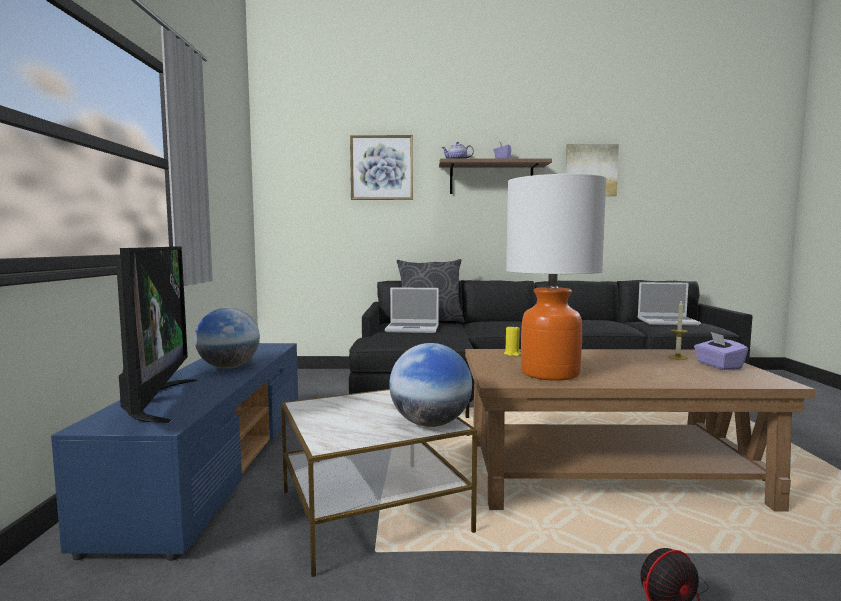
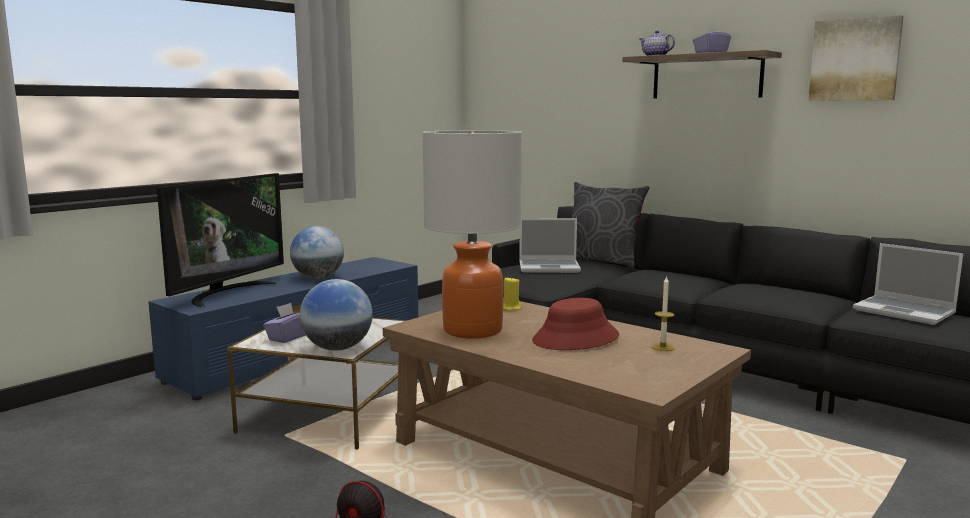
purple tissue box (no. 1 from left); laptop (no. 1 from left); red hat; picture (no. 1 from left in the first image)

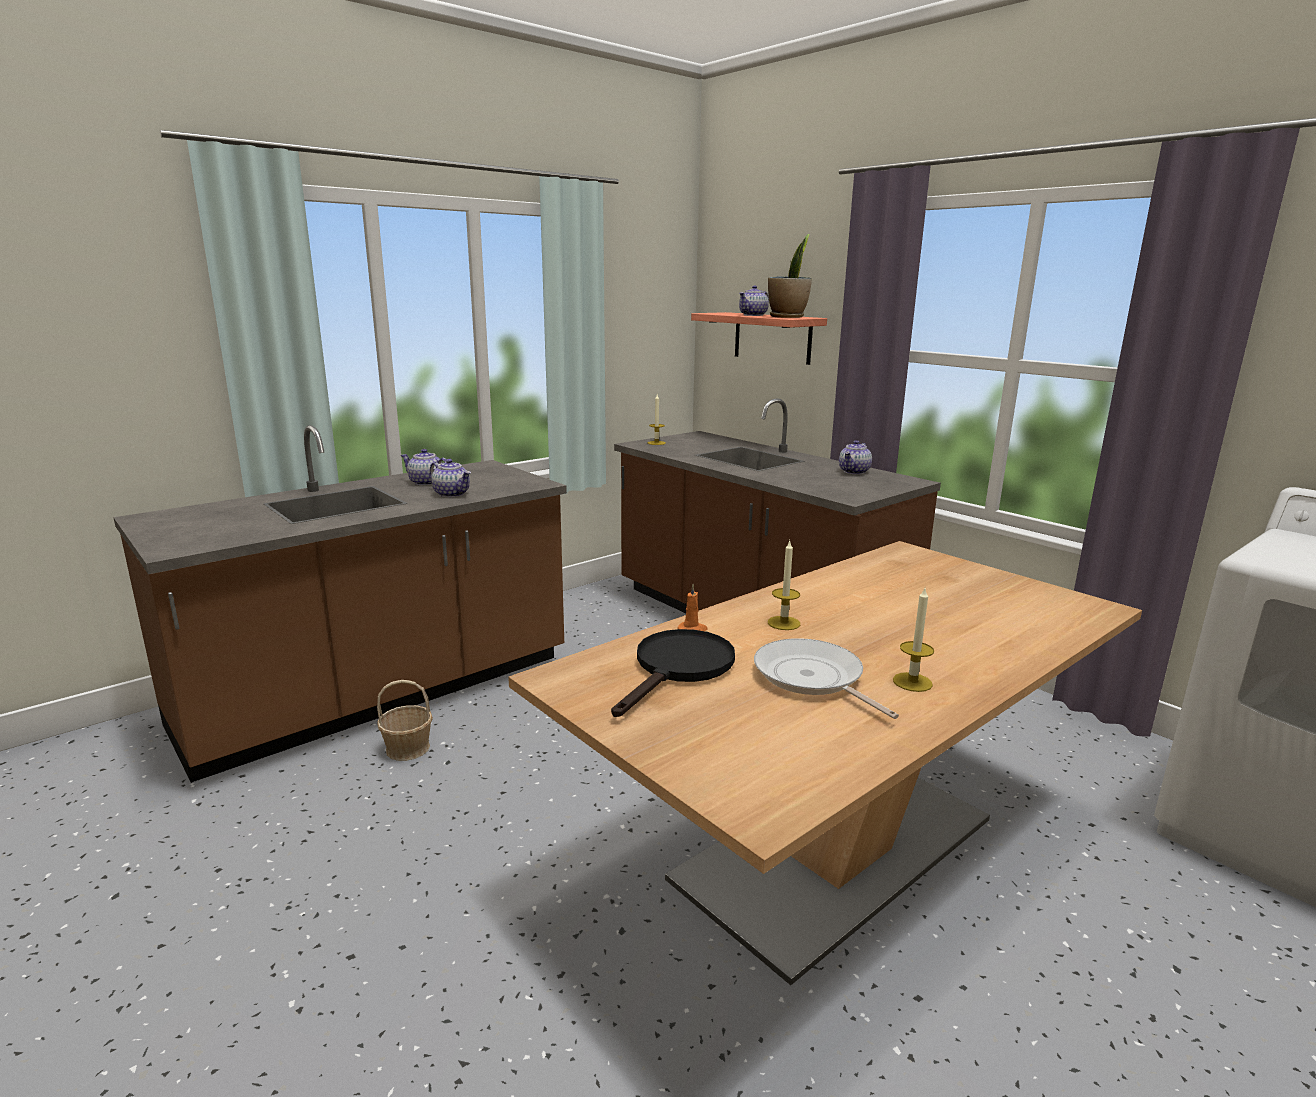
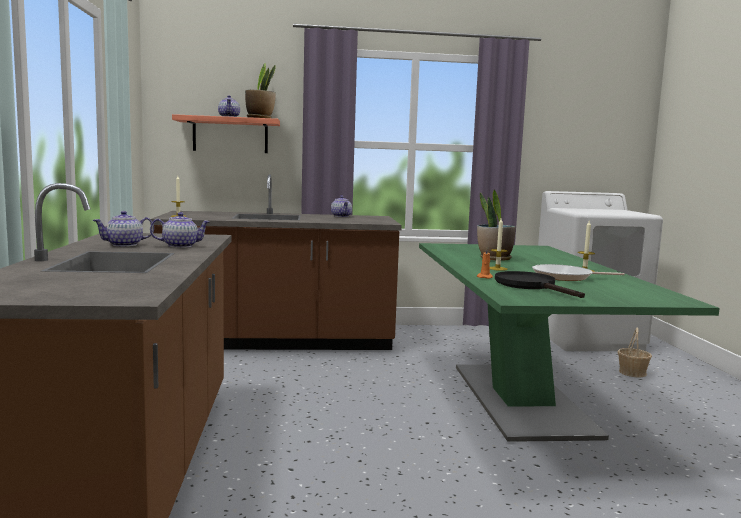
green dining table; potted plant (no. 2 from left); basket

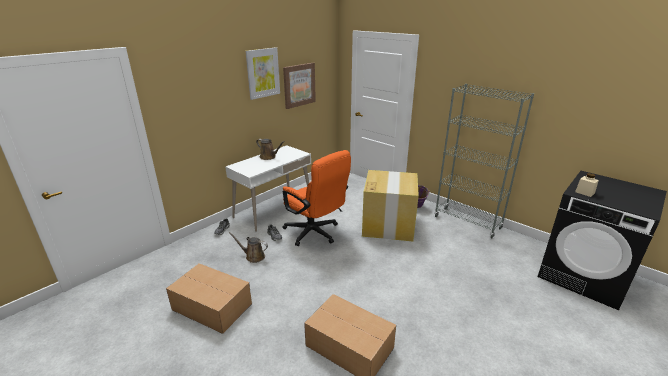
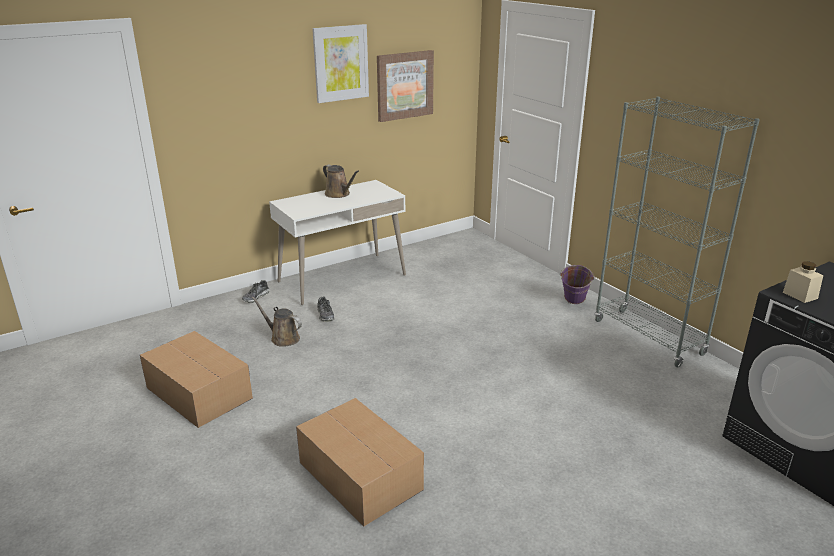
orange office chair; cardboard box (no. 3 from left in the first image)

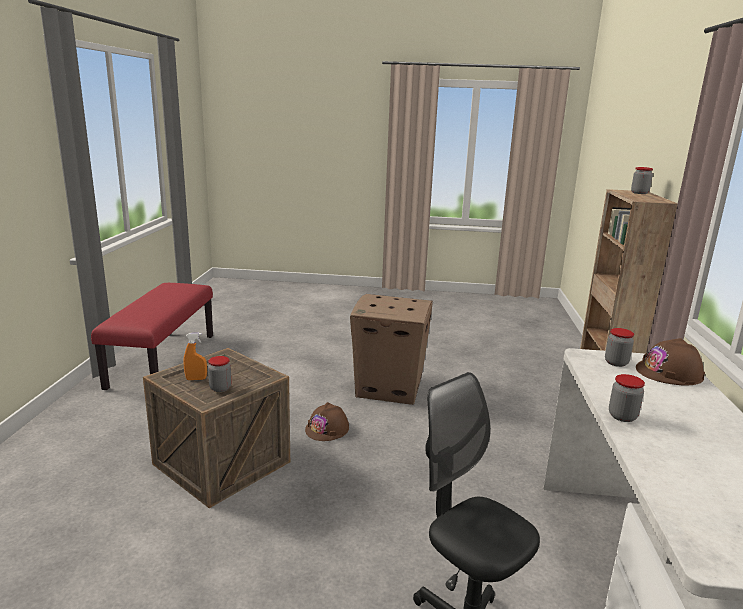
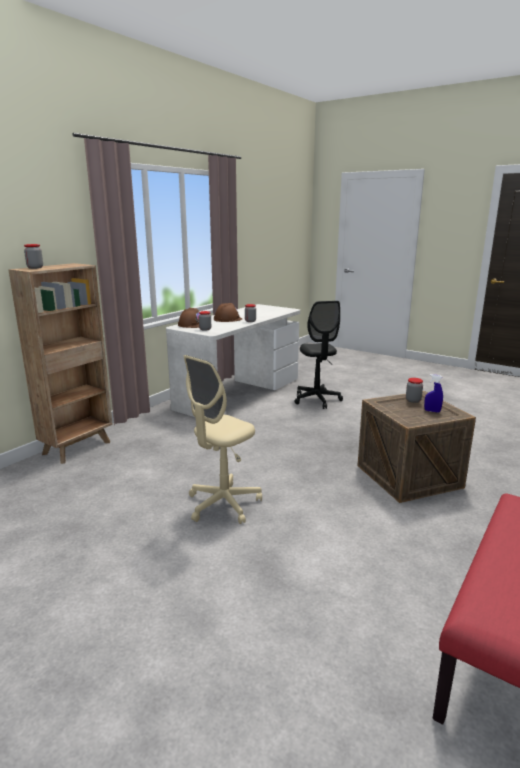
beige office chair; brown hard hat (no. 2 from left); blue spray bottle

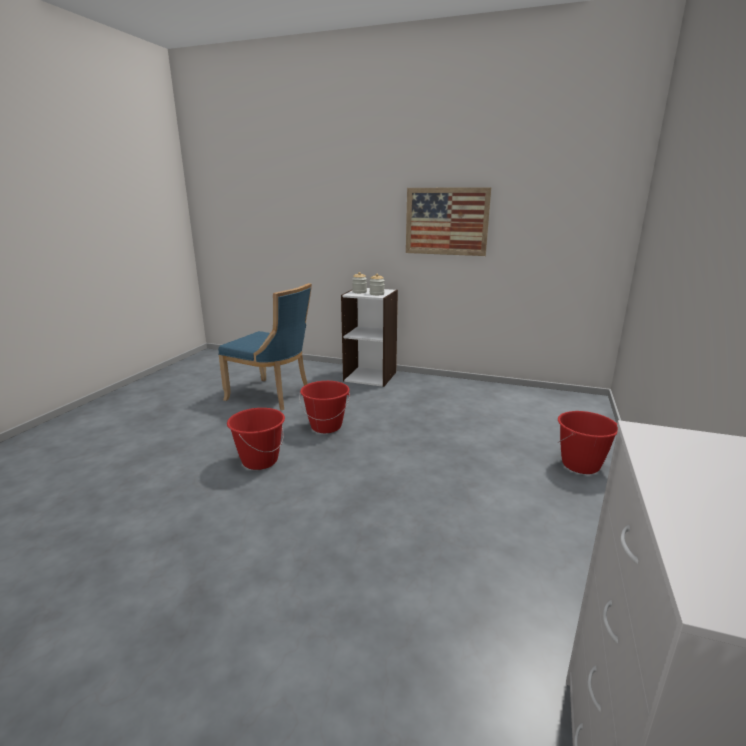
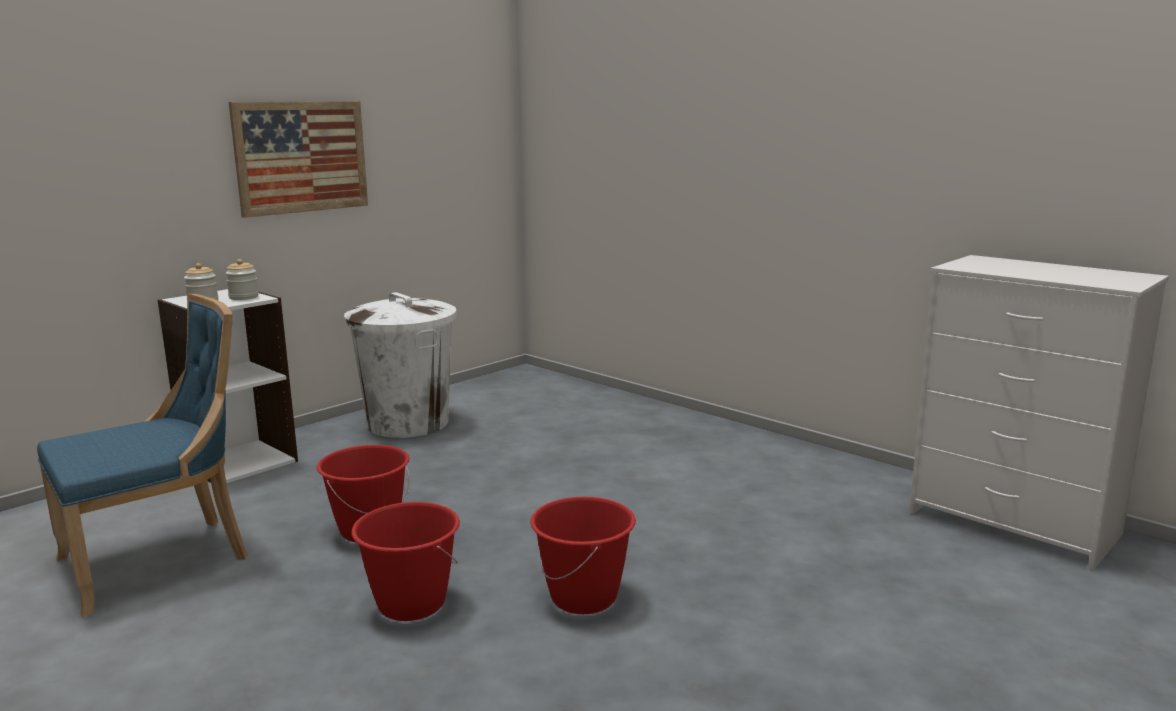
white trash can; red bucket (no. 3 from left)

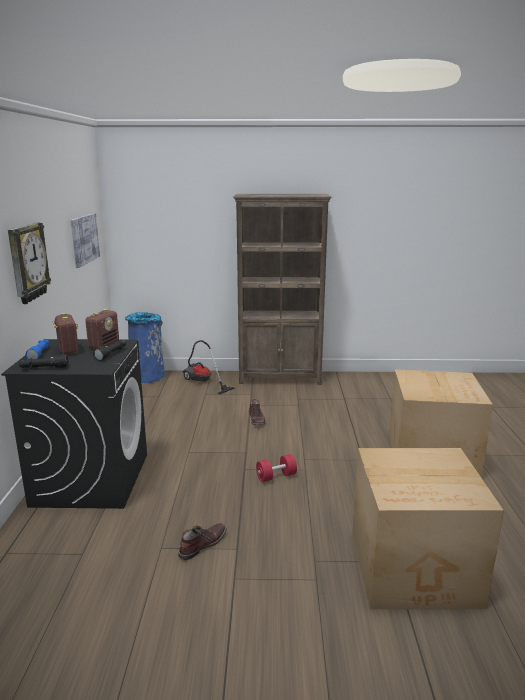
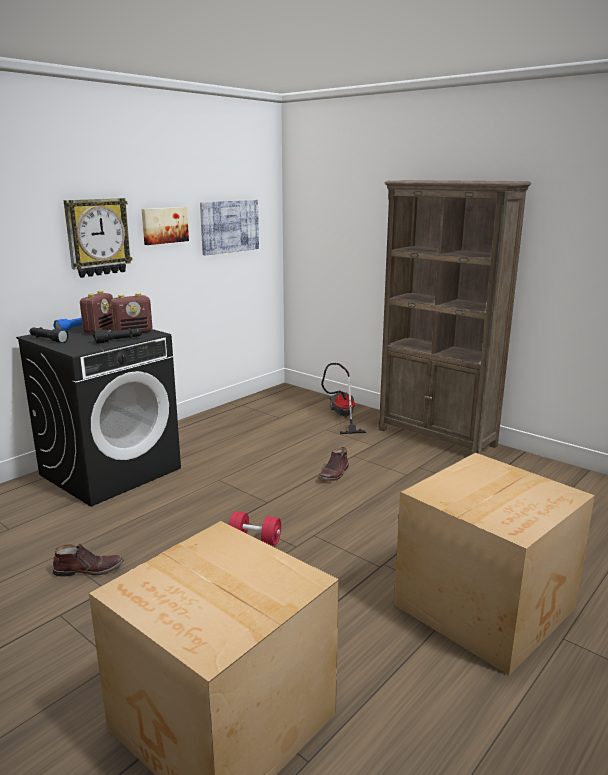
picture (no. 1 from left); blue trash can

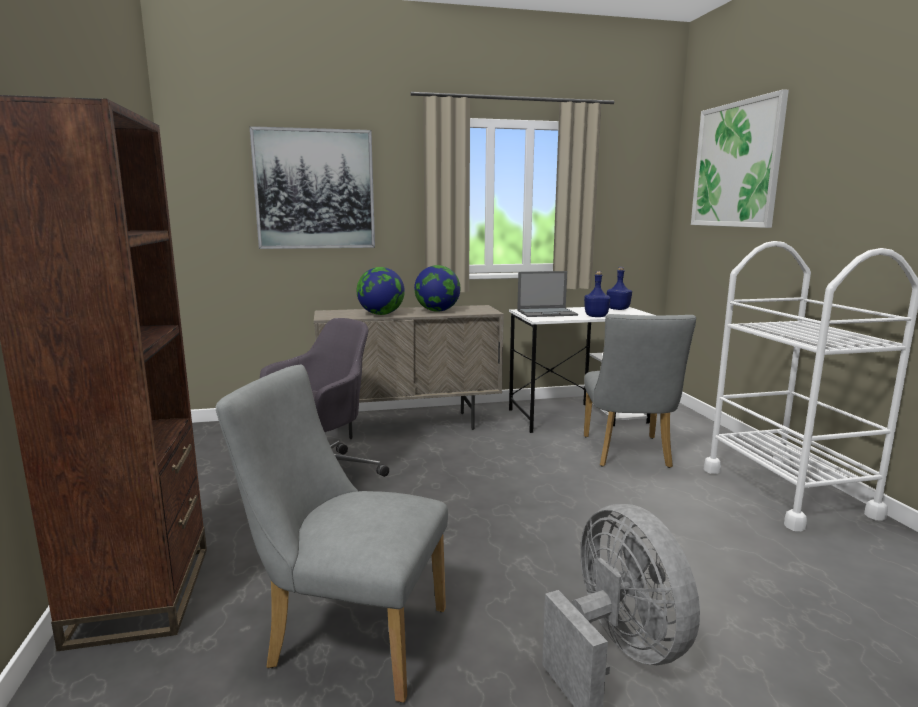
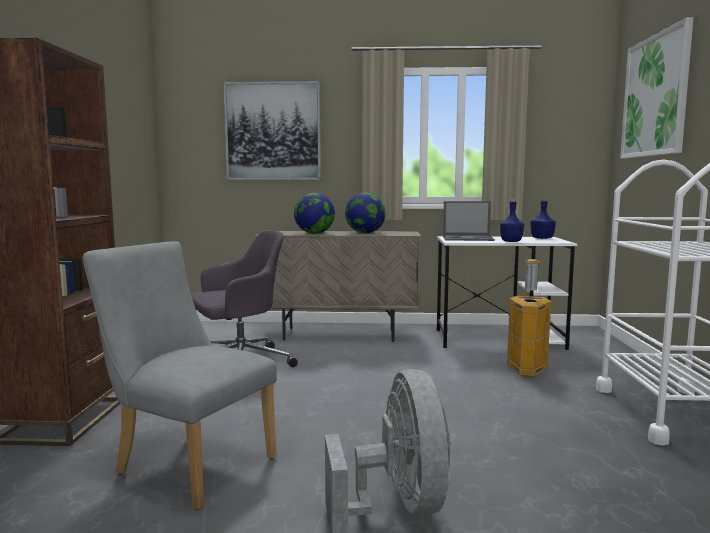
trash can

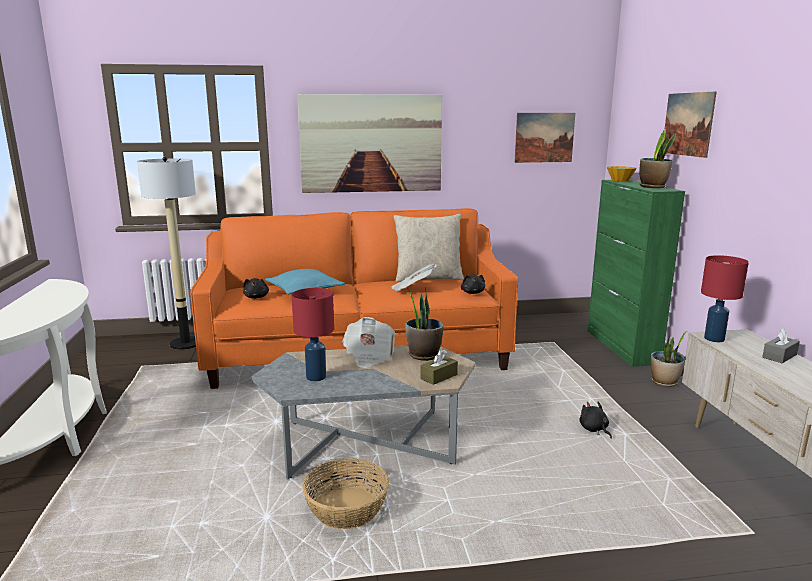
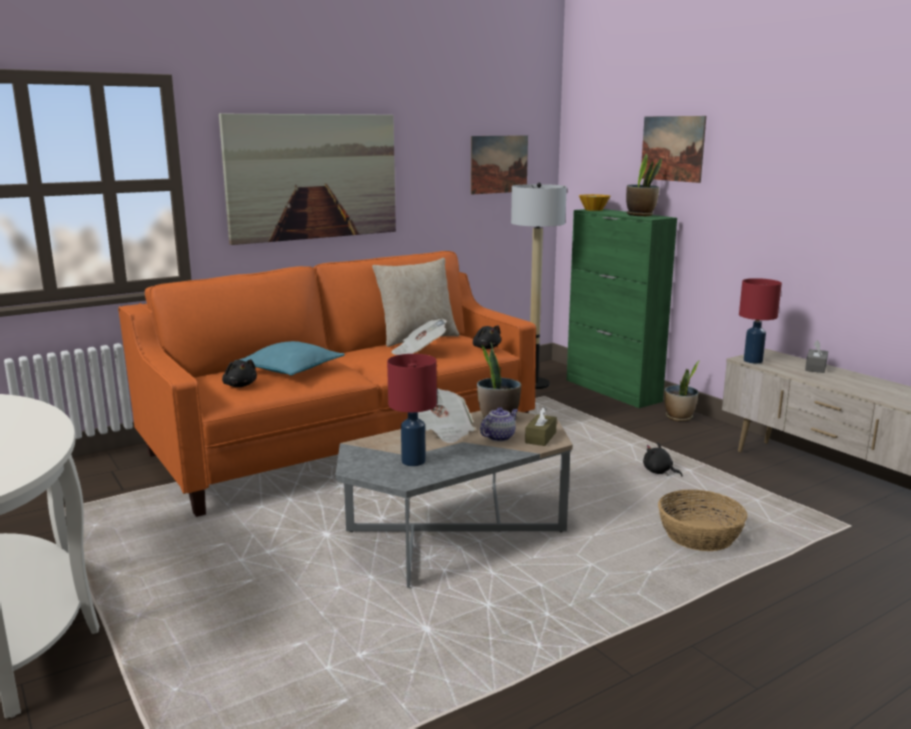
teapot; floor lamp; basket

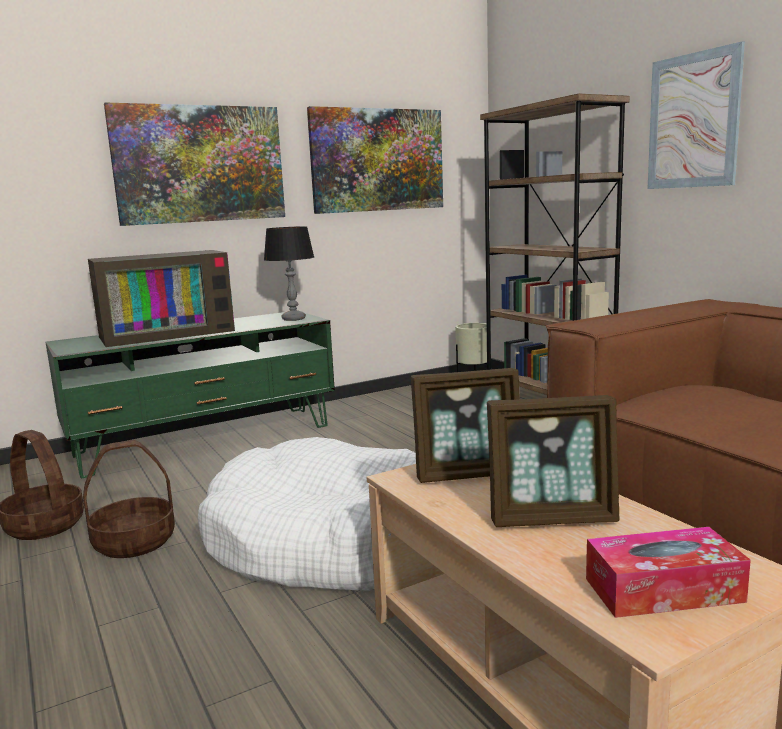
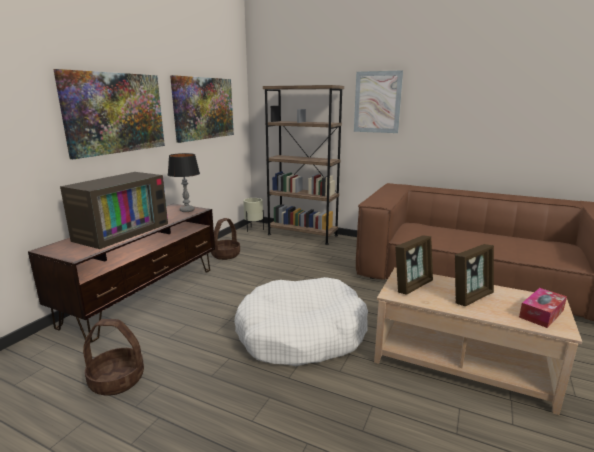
brown tv stand; basket (no. 2 from left)

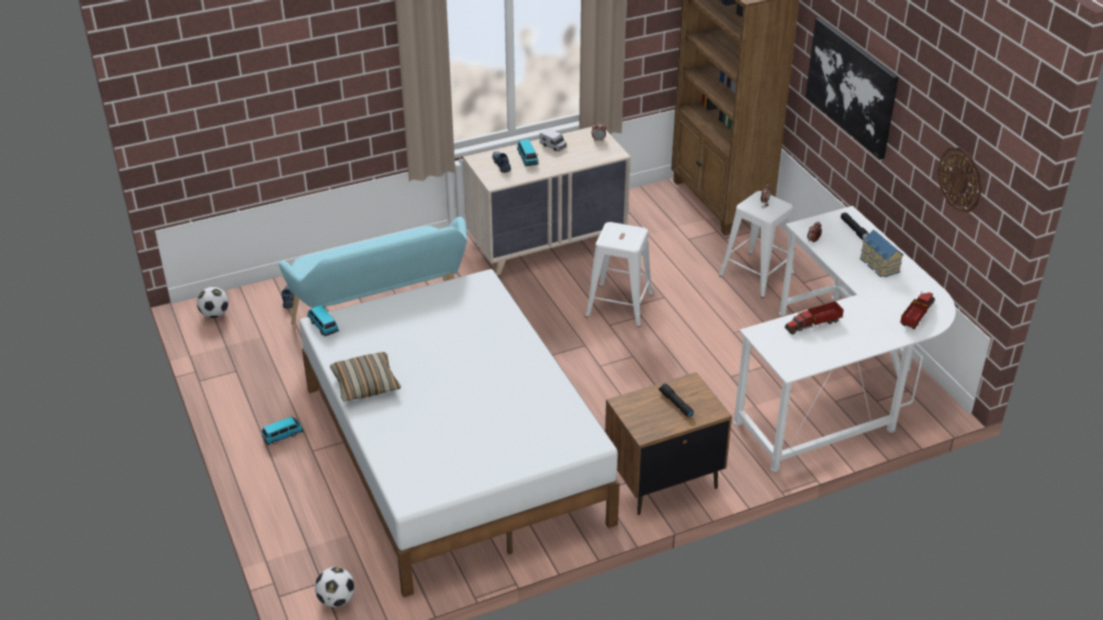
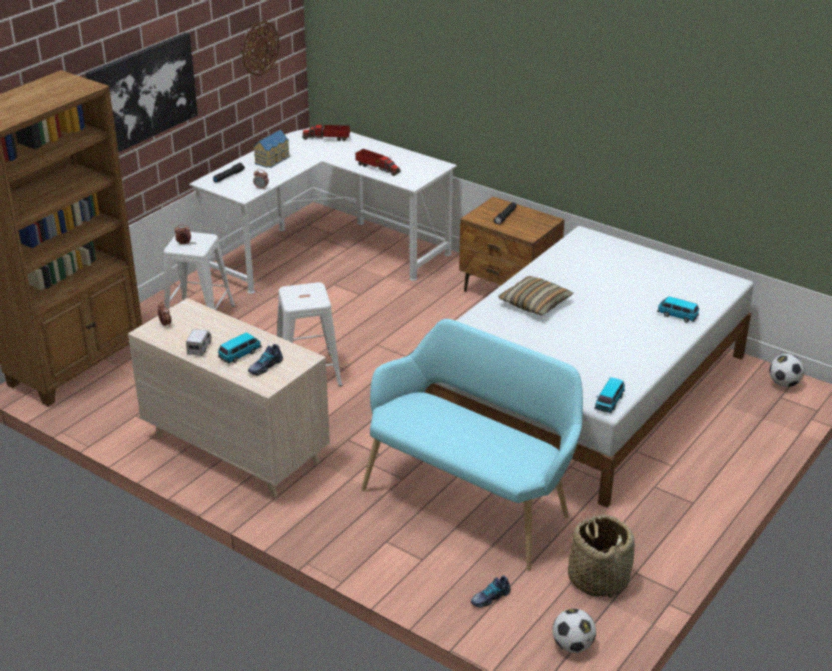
pillow; basket; toy car (no. 3 from left)

